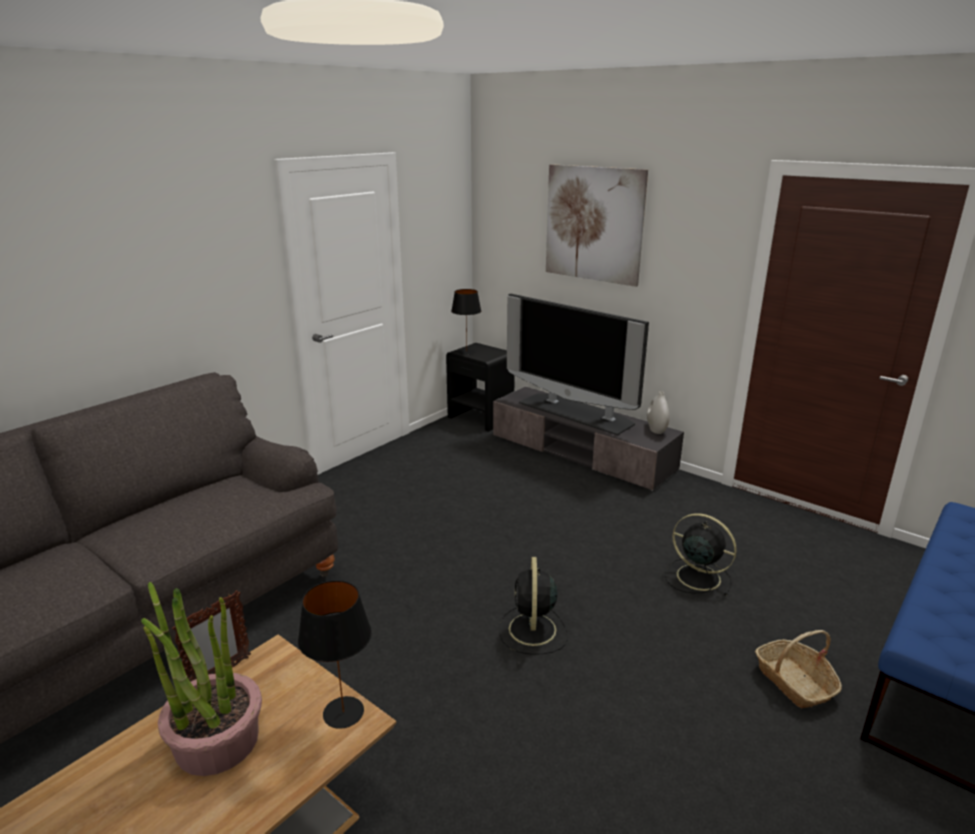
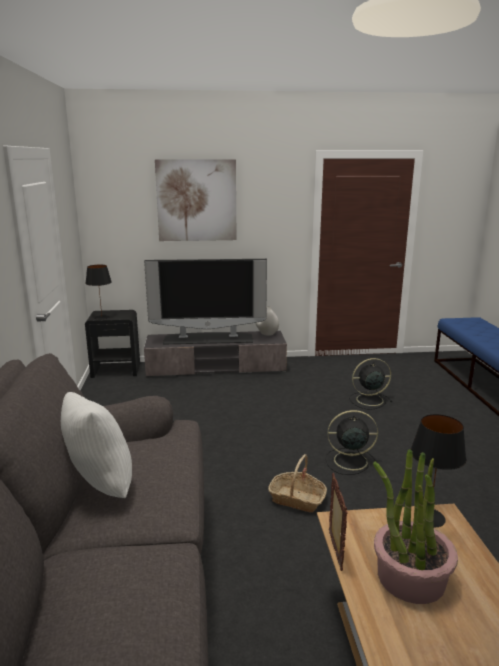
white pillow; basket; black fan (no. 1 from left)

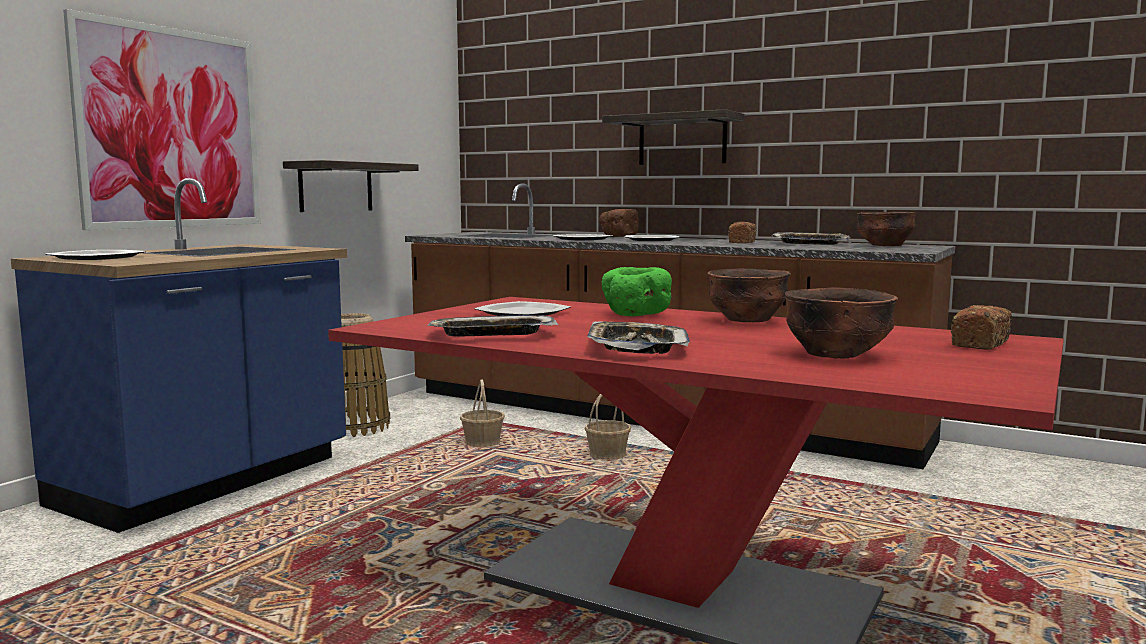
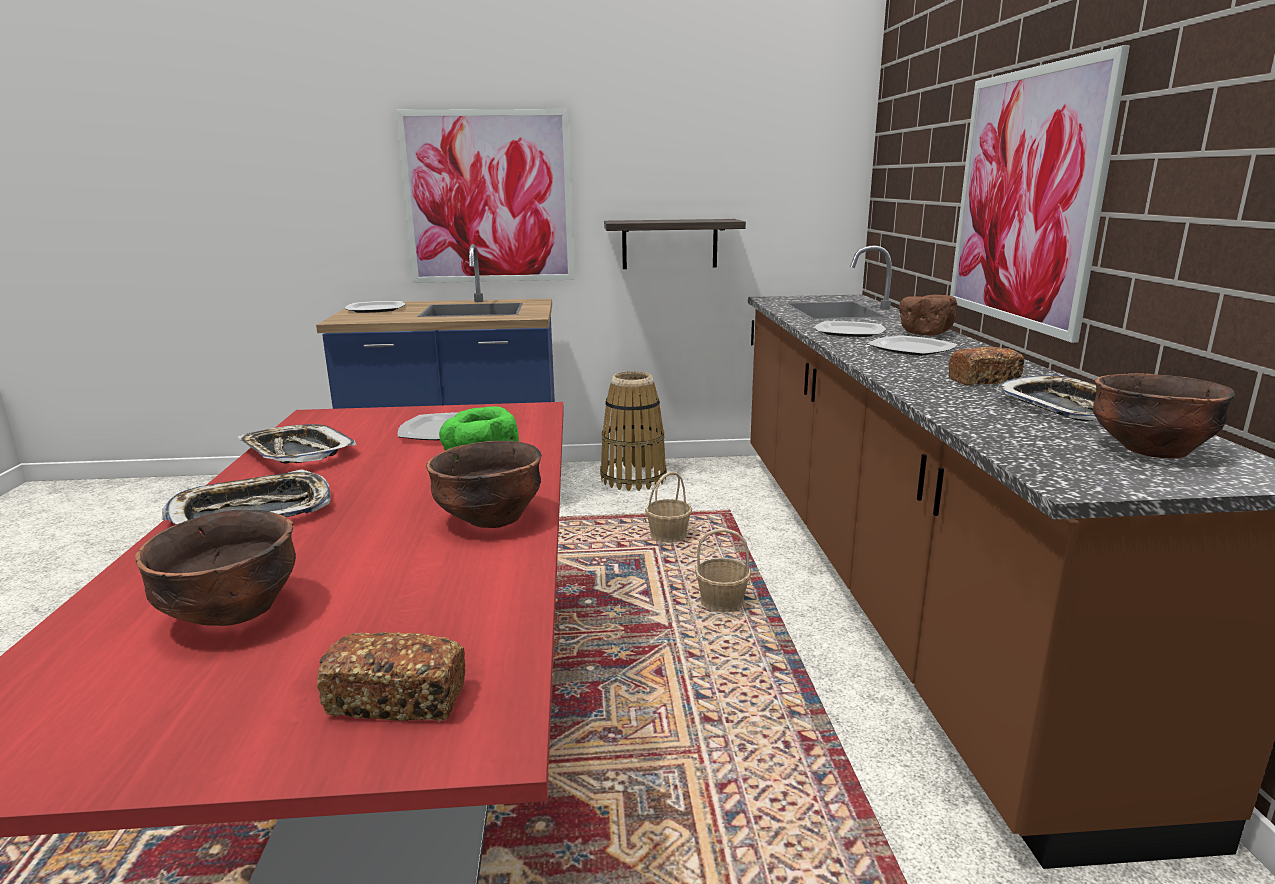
picture (no. 2 from left)

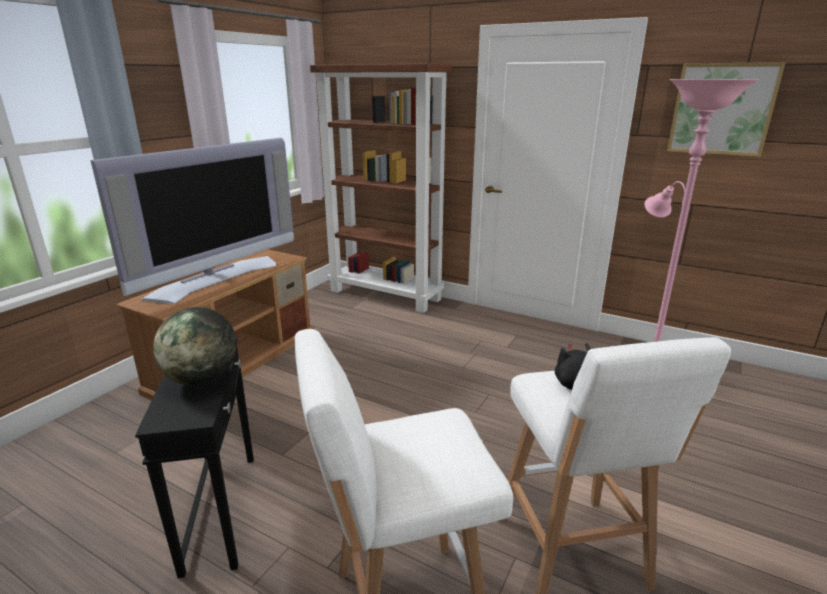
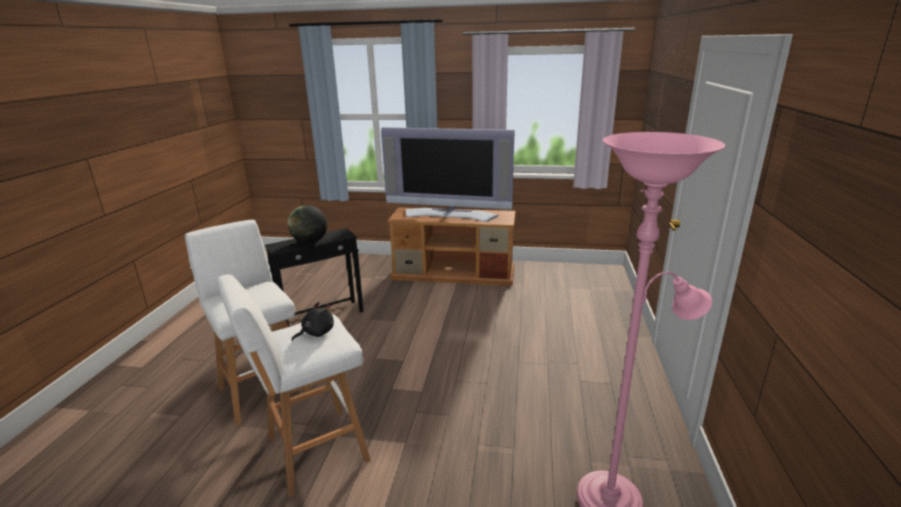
brown bookcase; picture

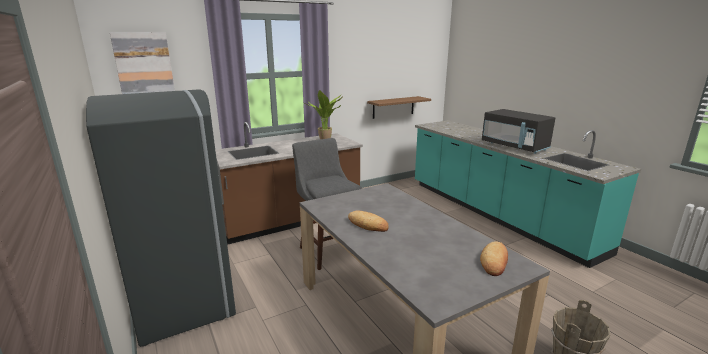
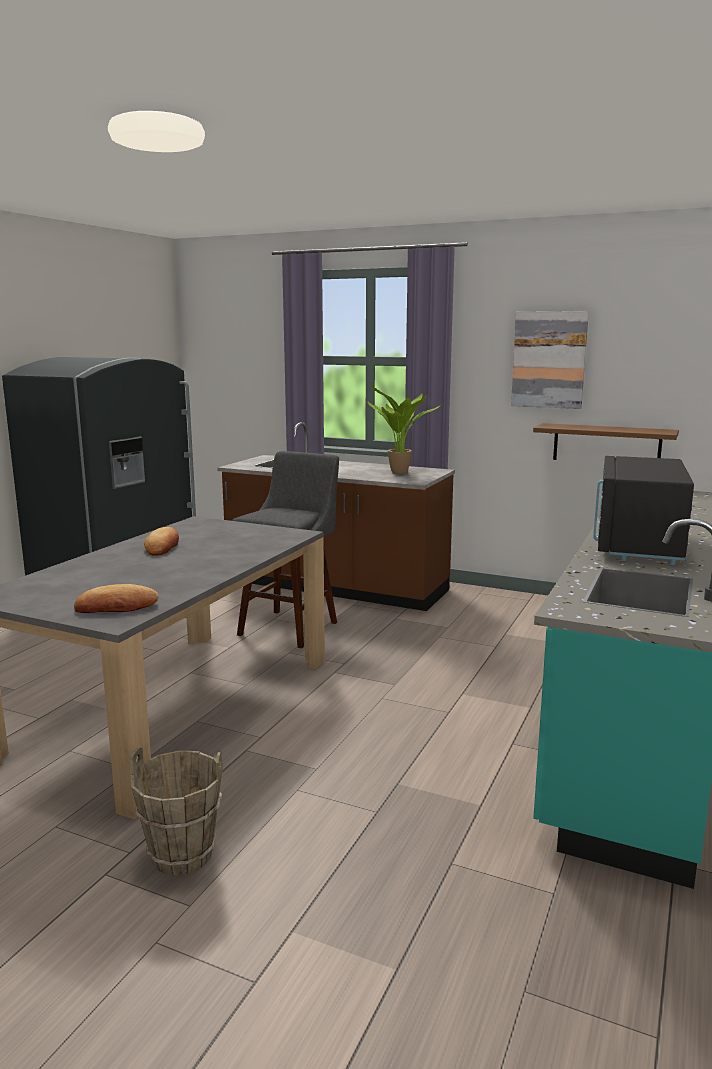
picture

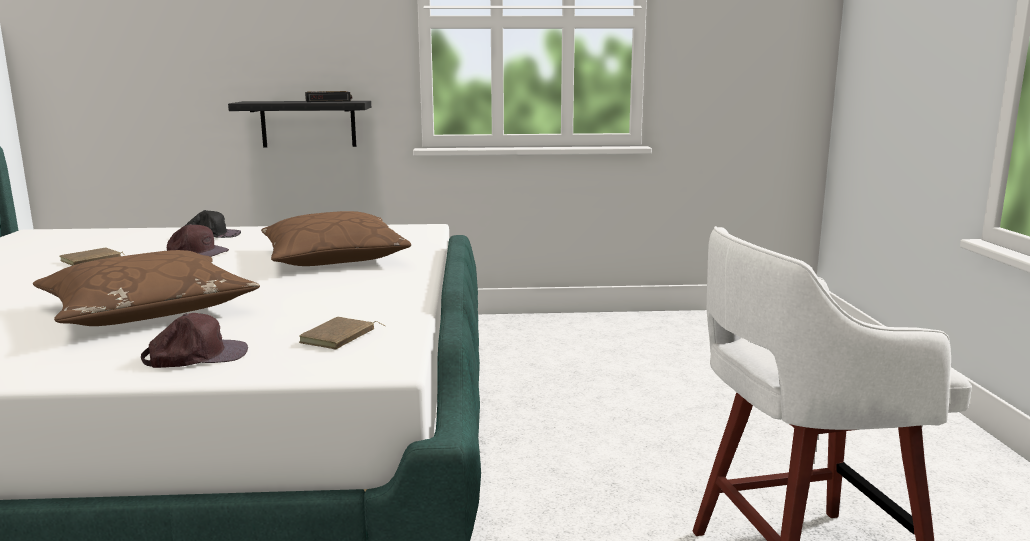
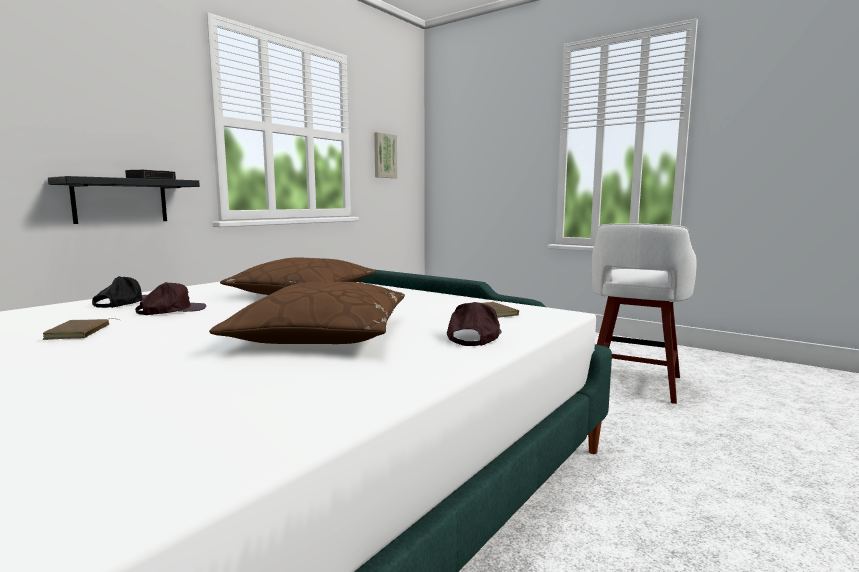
picture

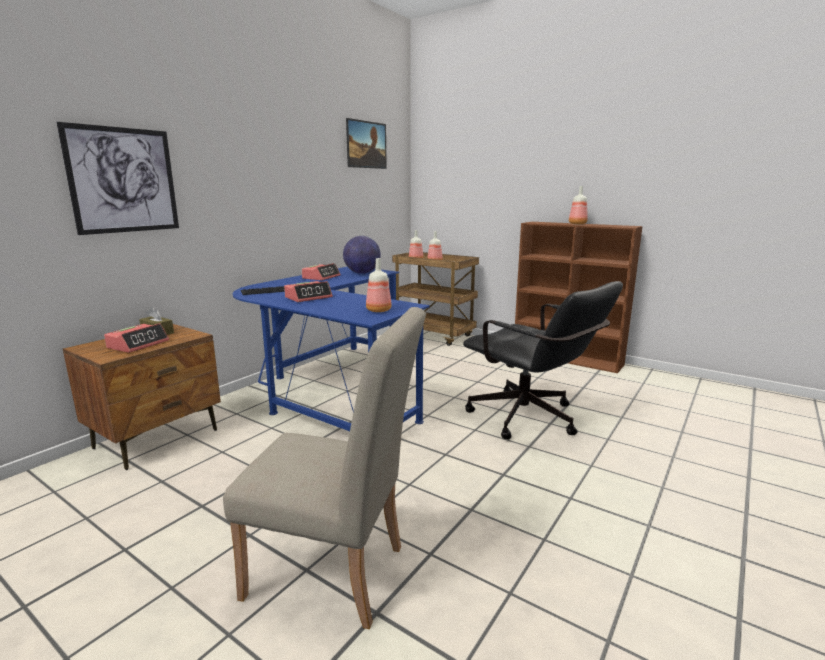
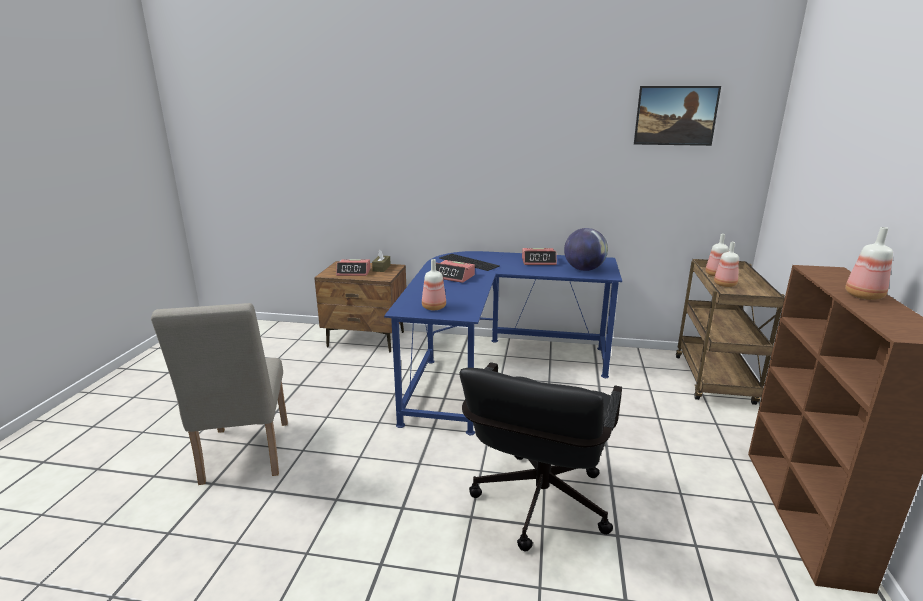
picture (no. 1 from left in the first image)

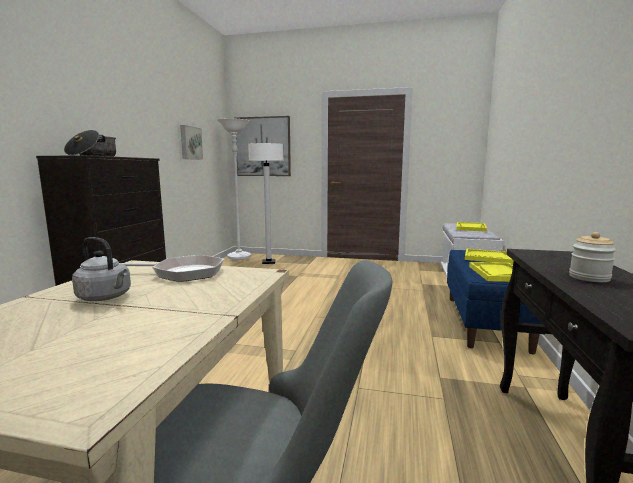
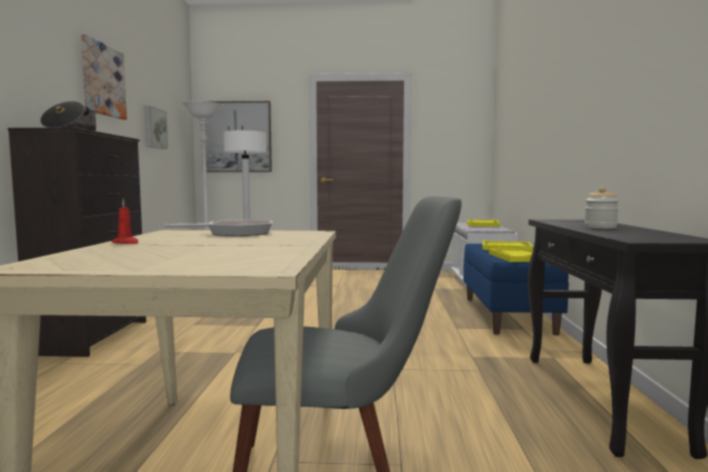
picture (no. 1 from left); red candle; grey kettle

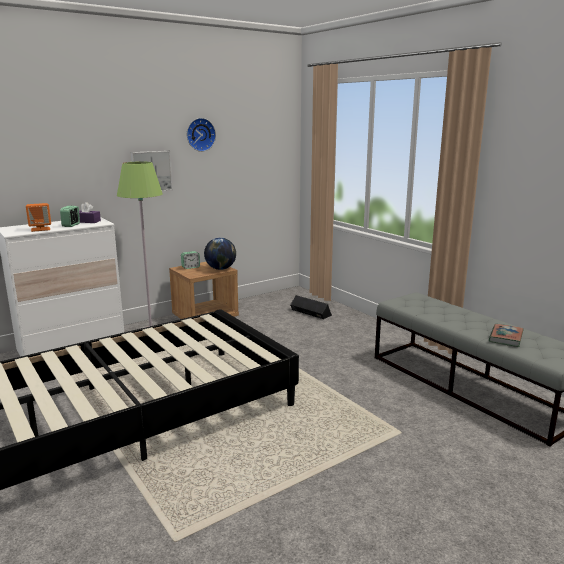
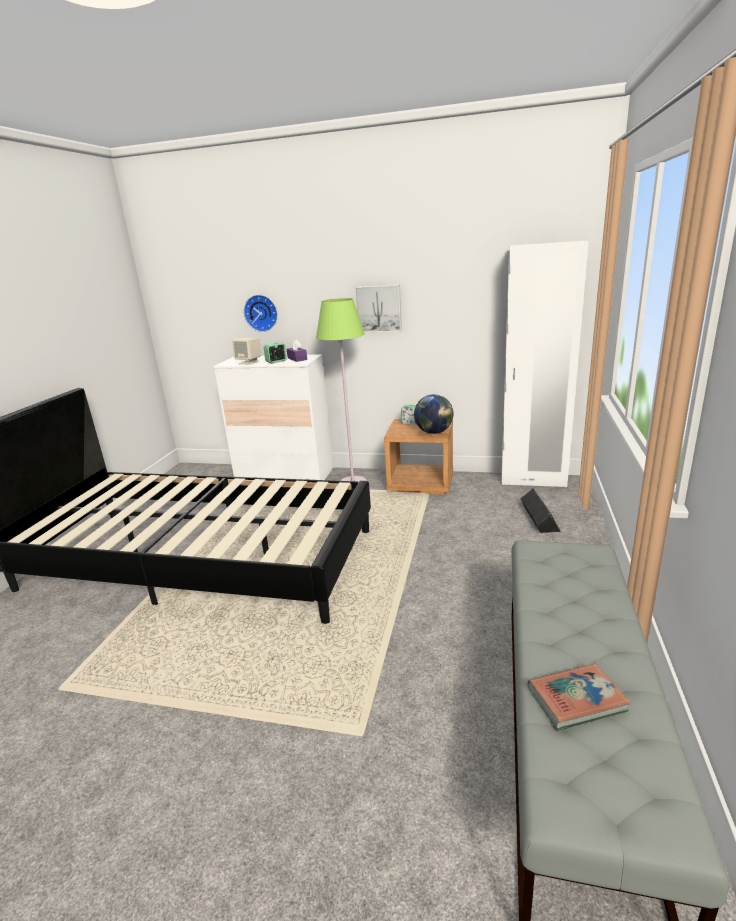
beige speaker; wall clock; white wardrobe

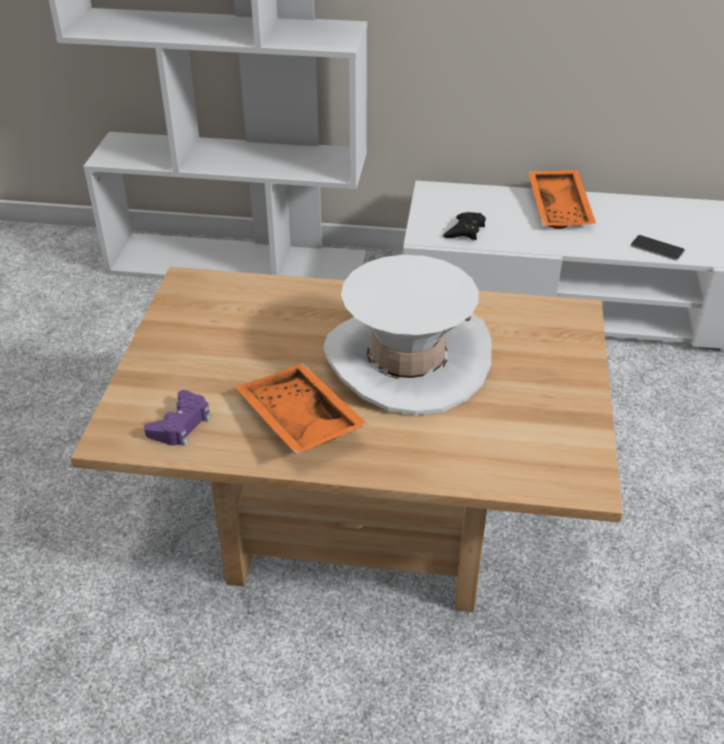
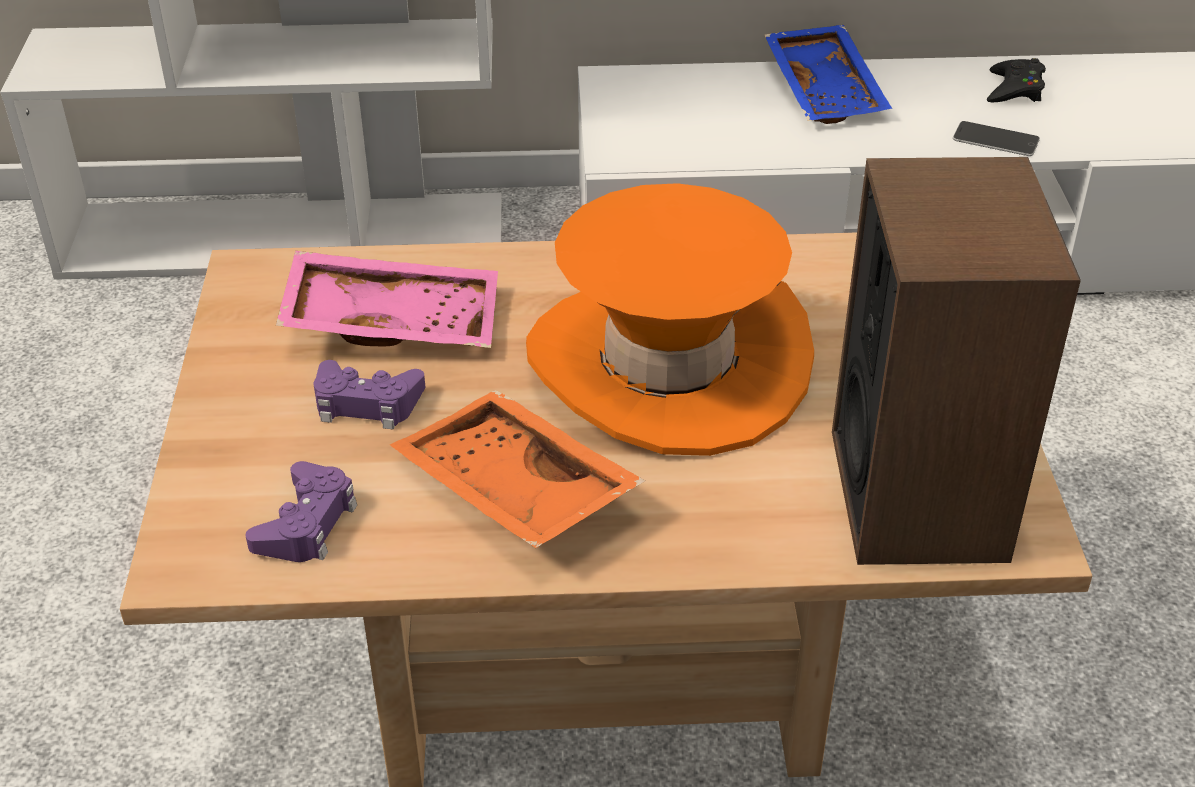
pink tray; purple game controller (no. 2 from left); orange hat; blue tray; speaker; black game controller

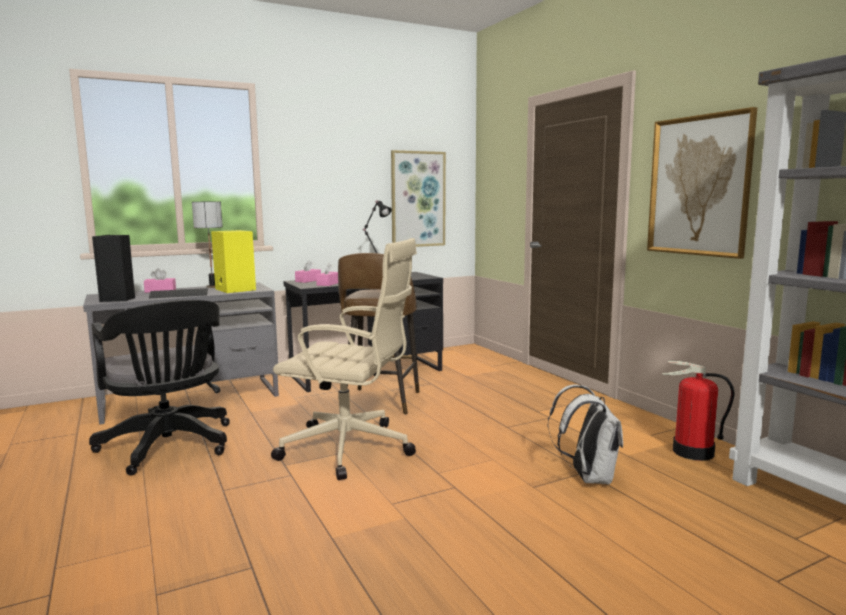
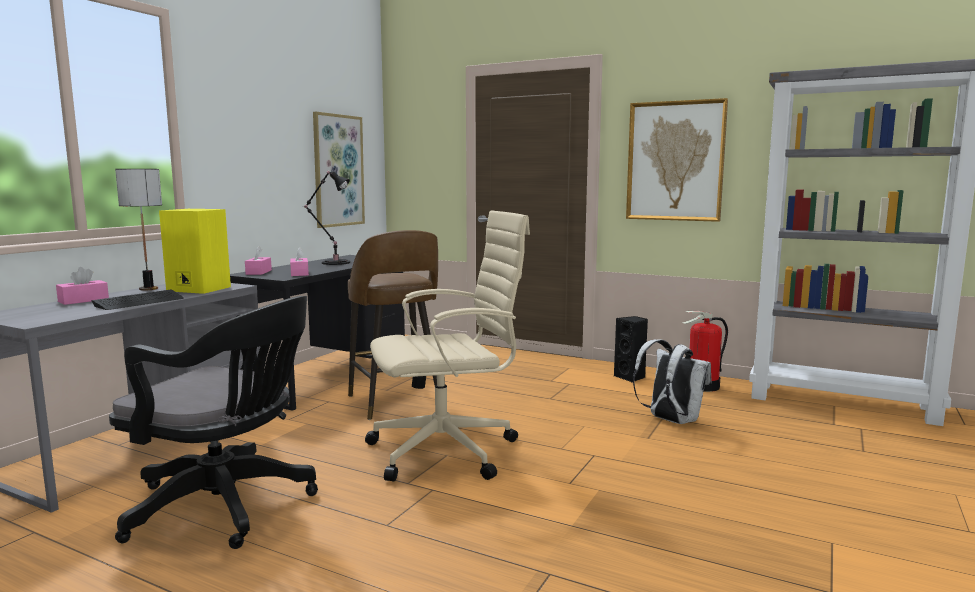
black speaker

